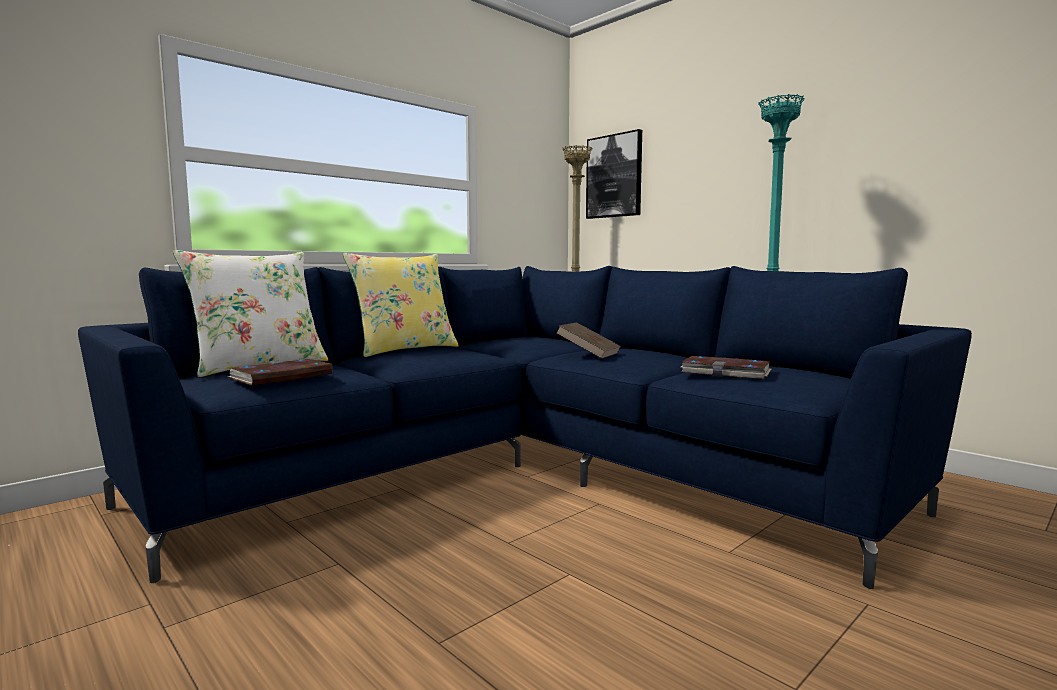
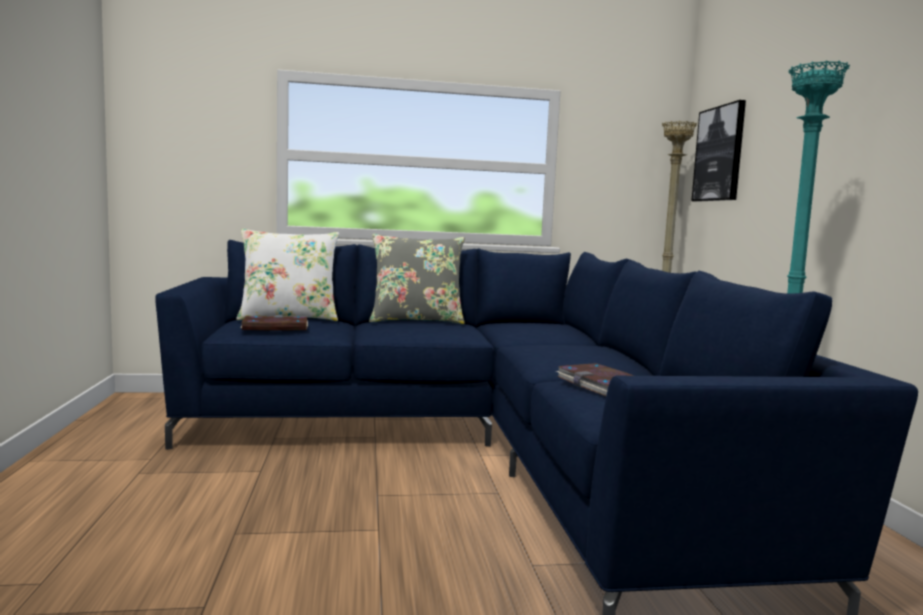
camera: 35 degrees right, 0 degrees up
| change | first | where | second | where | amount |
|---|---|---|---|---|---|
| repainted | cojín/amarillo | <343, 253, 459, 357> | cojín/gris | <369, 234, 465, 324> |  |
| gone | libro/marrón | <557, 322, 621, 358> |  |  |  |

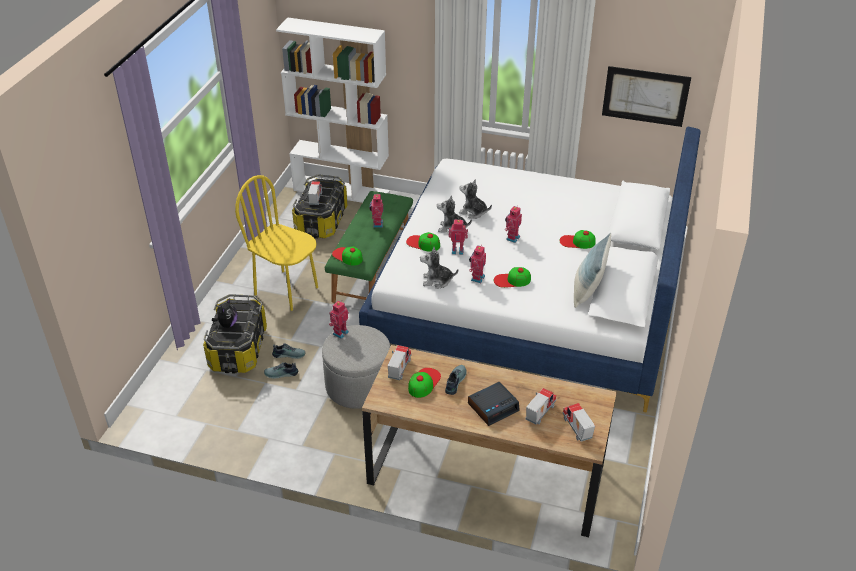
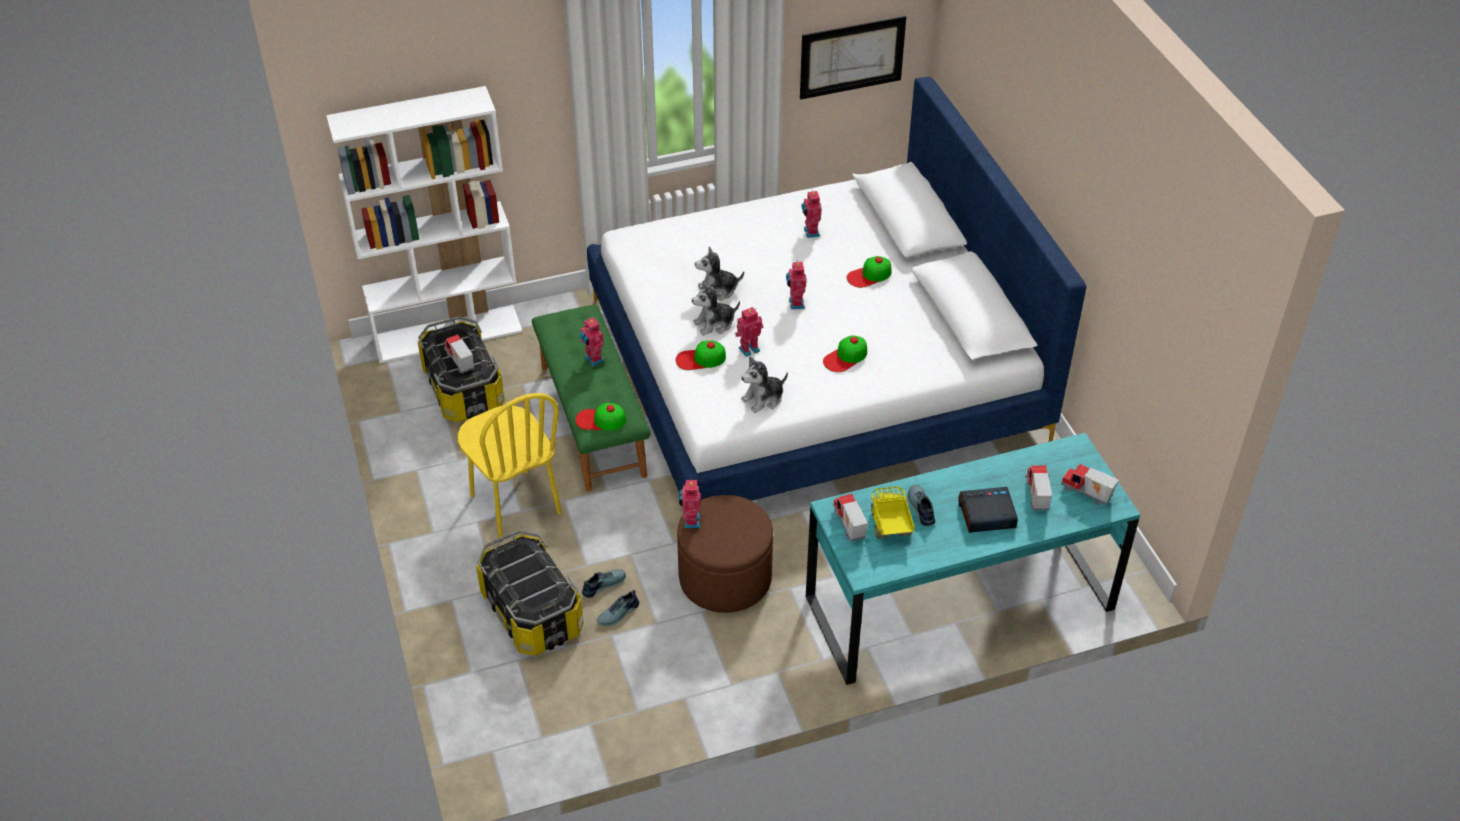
camera: 35 degrees left, 5 degrees up
| change | first | where | second | where | amount |
|---|---|---|---|---|---|
| rotated | silla/amarillo | <235, 175, 318, 311> |  | <458, 393, 562, 538> | 120 degrees counterclockwise |
| repainted | puf/gris | <322, 325, 390, 409> | puf/marrón | <677, 495, 773, 613> |  |
| shifted | robot de juguete | <469, 245, 486, 283> |  | <801, 189, 822, 238> |  |
| repainted | escritorio/marrón | <362, 345, 617, 537> | escritorio/turquesa | <806, 433, 1141, 685> |  |
| swapped | gorra | <408, 368, 441, 398> | camión de juguete | <871, 486, 914, 539> |  |
| rotated | despertador | <468, 382, 520, 426> |  | <958, 487, 1018, 533> | 120 degrees counterclockwise |
| gone | peluche | <212, 299, 238, 328> |  |  |  |
| gone | cojín | <574, 233, 611, 308> |  |  |  |

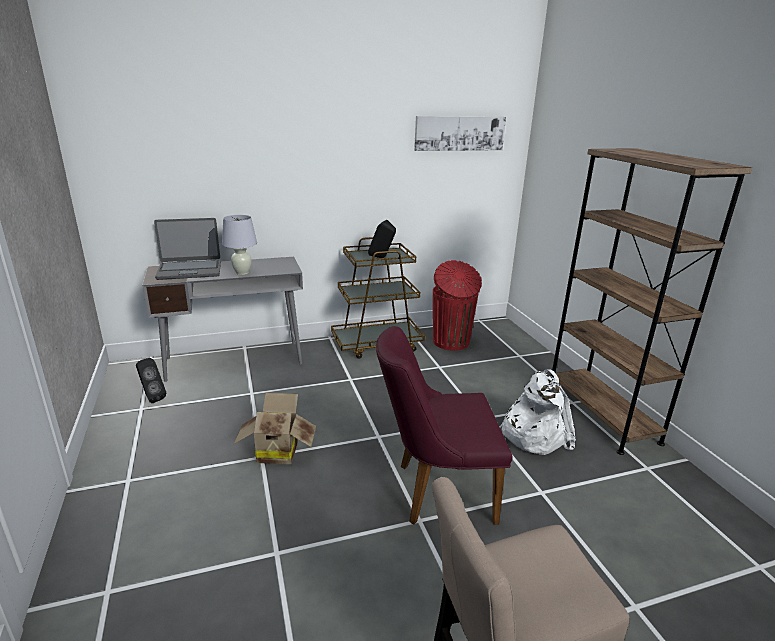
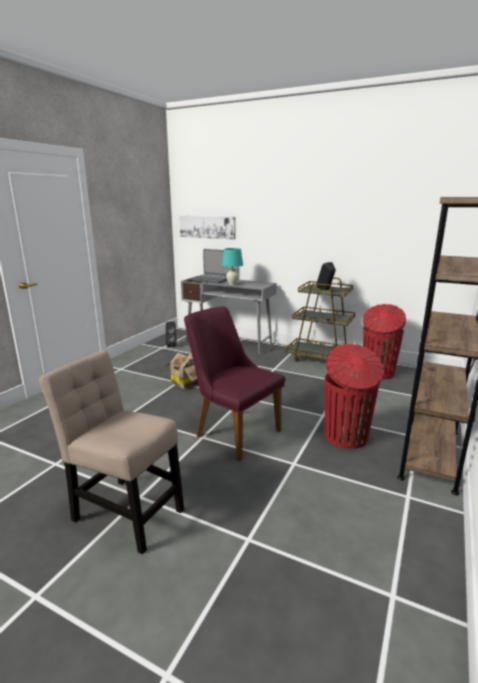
camera: 45 degrees right, 5 degrees down
| change | first | where | second | where | amount |
|---|---|---|---|---|---|
| shifted | cuadro | <414, 116, 506, 151> |  | <179, 216, 235, 239> |  |
| repainted | lámpara de mesa/blanco | <222, 215, 257, 275> | lámpara de mesa/turquesa | <222, 248, 243, 285> |  |
| swapped | mochila/blanco | <499, 369, 576, 455> | papelera/rojo | <325, 344, 384, 449> |  |

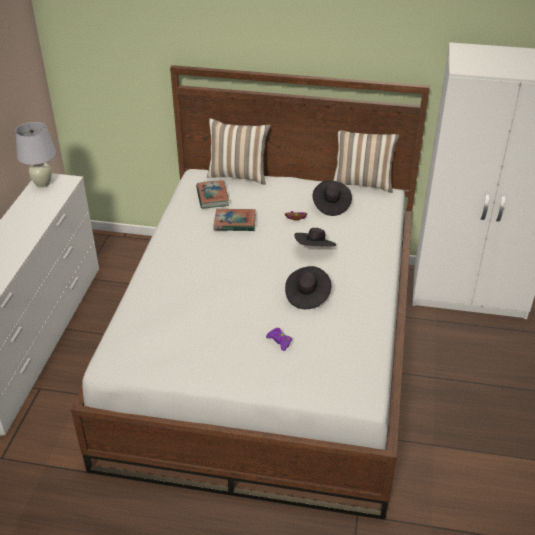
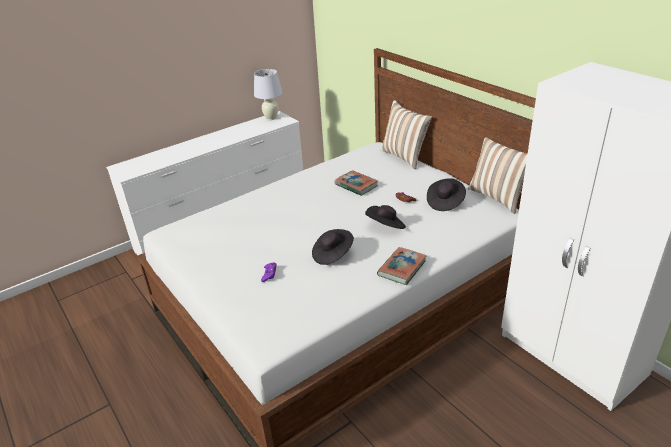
camera: 45 degrees right, 5 degrees down
| change | first | where | second | where | amount |
|---|---|---|---|---|---|
| shifted | libro | <196, 180, 229, 209> |  | <377, 247, 427, 285> |  |

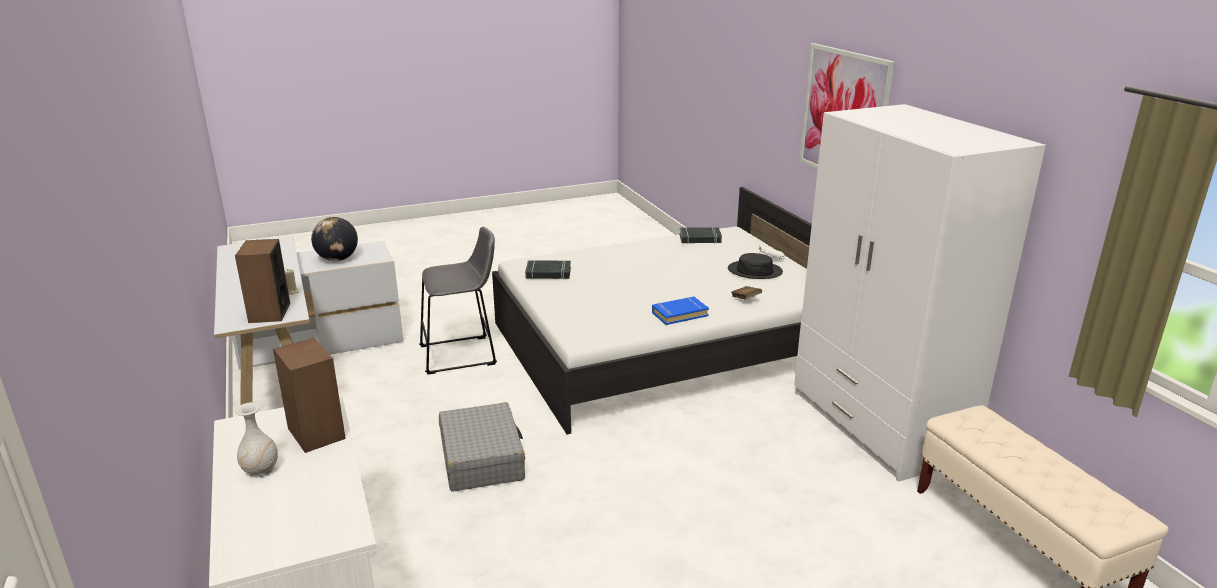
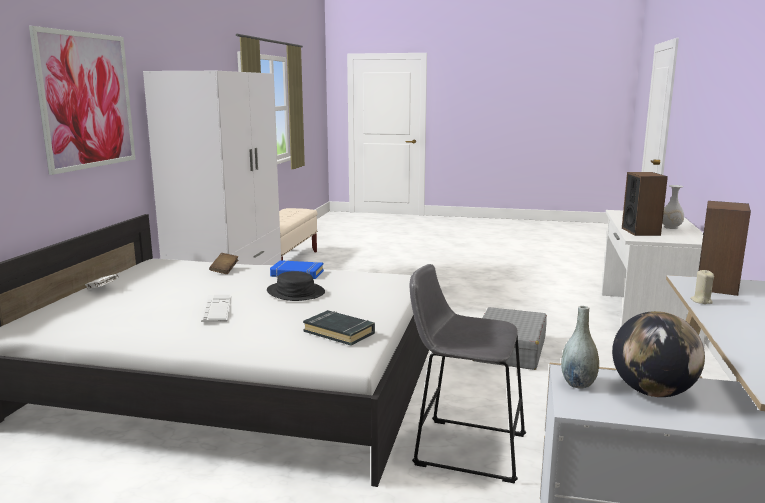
camera: 145 degrees left, 10 degrees down
| change | first | where | second | where | amount |
|---|---|---|---|---|---|
| new |  |  | teclado | <201, 295, 231, 322> |  |
| shifted | sombrero/negro | <728, 253, 783, 279> |  | <267, 271, 325, 301> |  |
| new |  |  | florero/gris | <561, 306, 599, 389> |  |
| gone | libro/negro | <680, 227, 722, 244> |  |  |  |

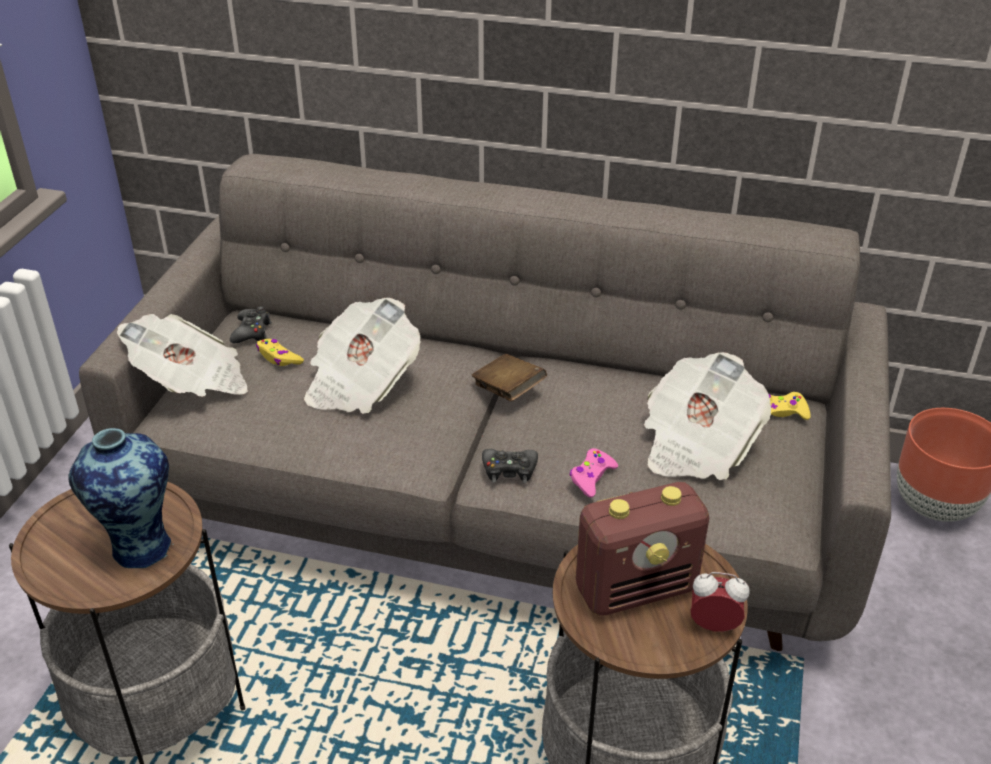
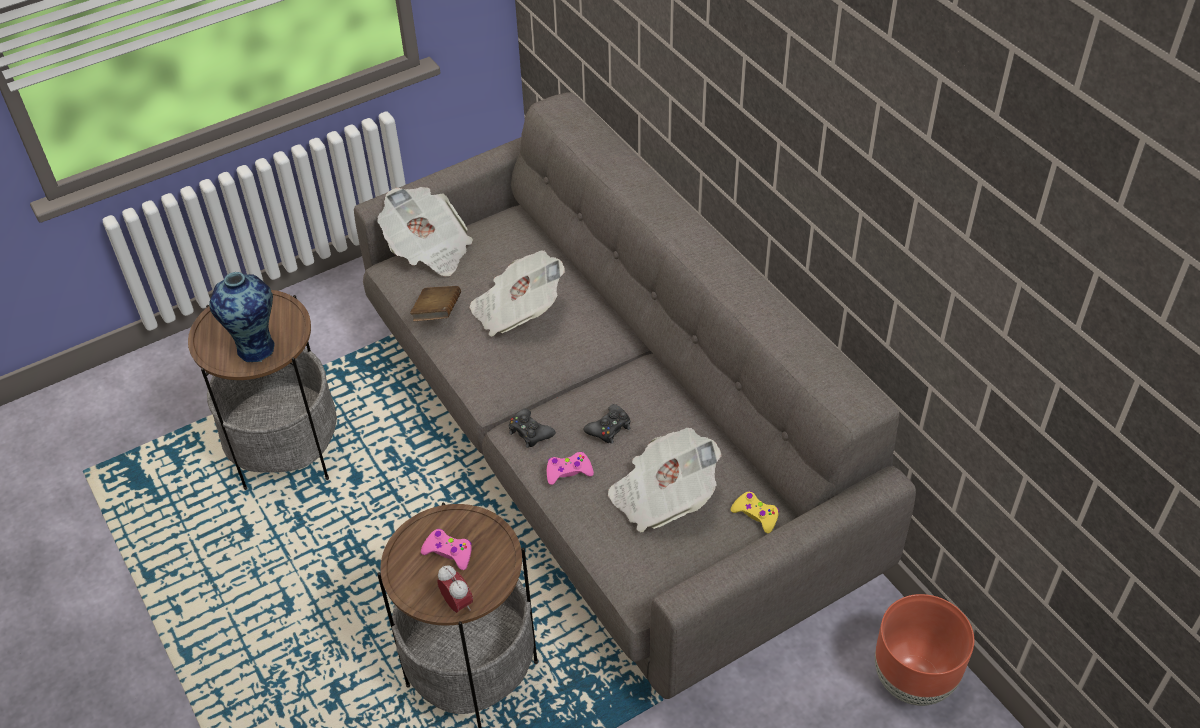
camera: 45 degrees right, 10 degrees up
| change | first | where | second | where | amount |
|---|---|---|---|---|---|
| shifted | libro/marrón | <471, 354, 547, 401> |  | <410, 286, 461, 321> |  |
| swapped | radio | <576, 482, 709, 615> | mando de consola/rosa | <421, 529, 472, 570> |  |
| shifted | mando de consola/negro | <230, 306, 272, 343> |  | <583, 404, 630, 444> |  |
| gone | mando de consola/amarillo | <256, 339, 304, 366> |  |  |  |

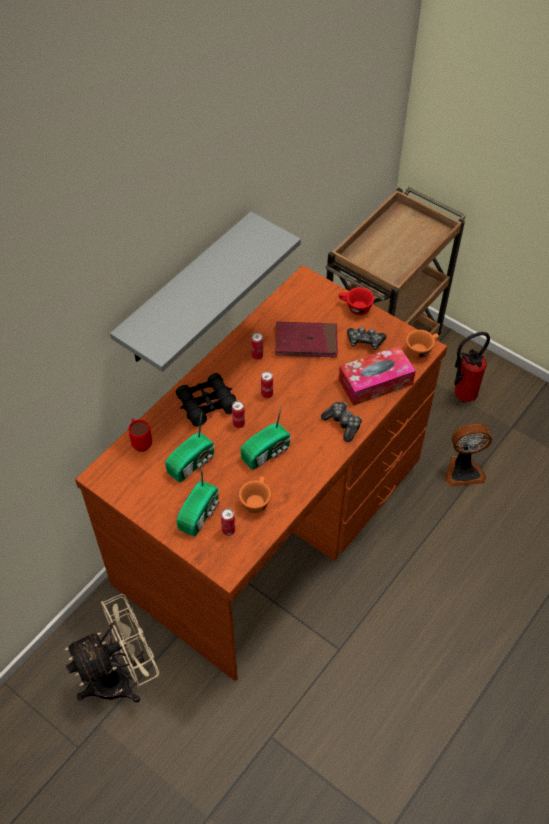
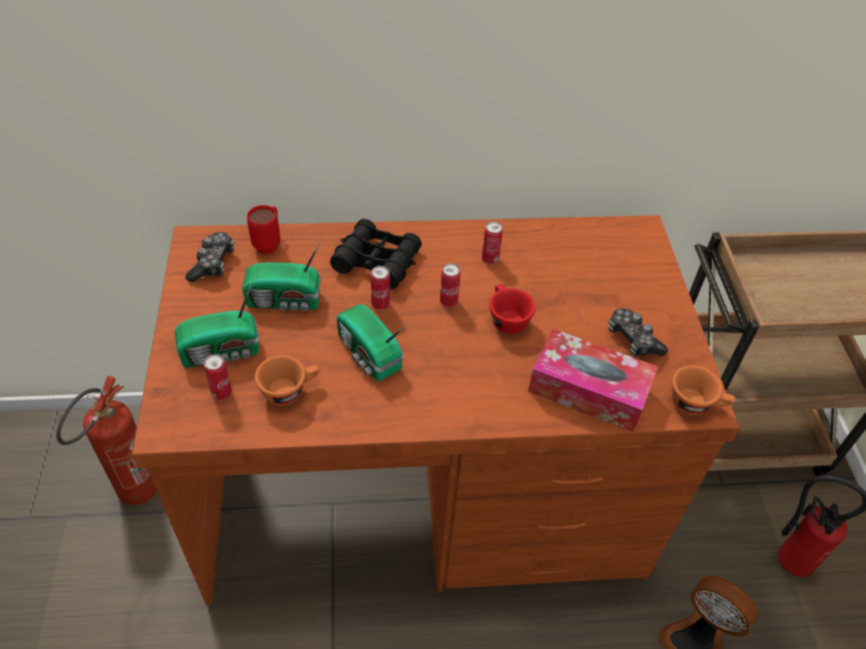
camera: 45 degrees right, 5 degrees down
| change | first | where | second | where | amount |
|---|---|---|---|---|---|
| swapped | ventilador/beis | <65, 594, 159, 703> | extintor | <56, 376, 157, 505> |  |
| shifted | mando de consola | <321, 402, 362, 442> |  | <185, 232, 234, 282> |  |
| rotated | radio | <240, 404, 291, 470> |  | <337, 304, 407, 381> | 45 degrees clockwise |
| shifted | taza/rojo | <339, 287, 374, 315> |  | <489, 284, 536, 334> |  |
| gone | estante/gris | <110, 212, 301, 372> |  |  |  |
| gone | libro/rojo | <275, 321, 338, 358> |  |  |  |

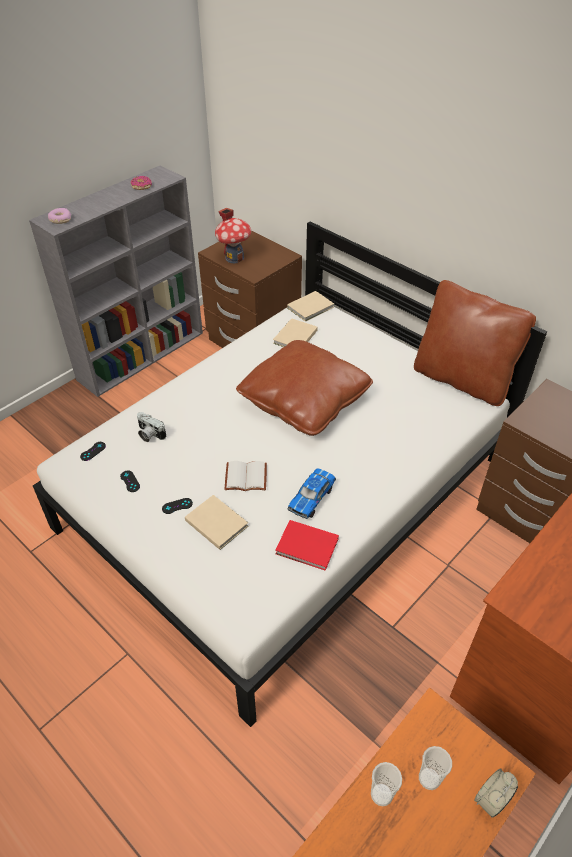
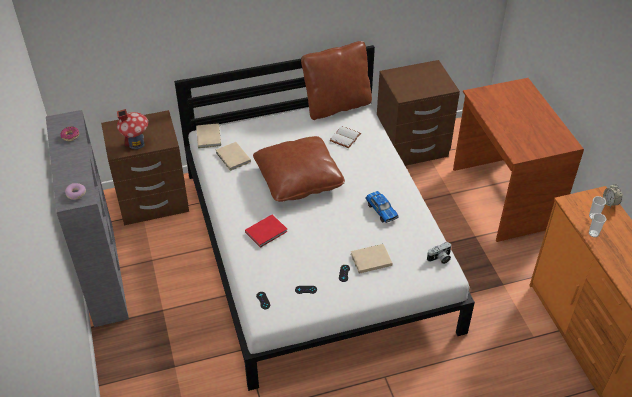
camera: 60 degrees left, 0 degrees up
| change | first | where | second | where | amount |
|---|---|---|---|---|---|
| shifted | libro/rojo | <275, 520, 339, 571> |  | <245, 214, 288, 248> |  |
| shifted | libro/blanco | <224, 461, 267, 491> |  | <329, 126, 361, 148> |  |
| shifted | cámara | <137, 412, 166, 442> |  | <427, 242, 451, 264> |  |

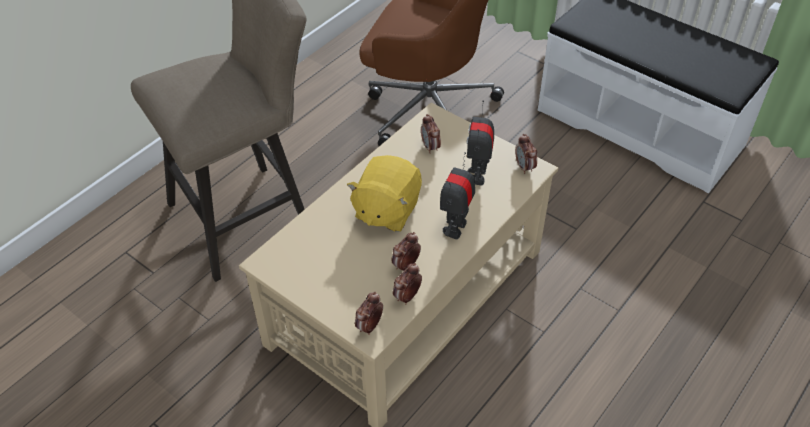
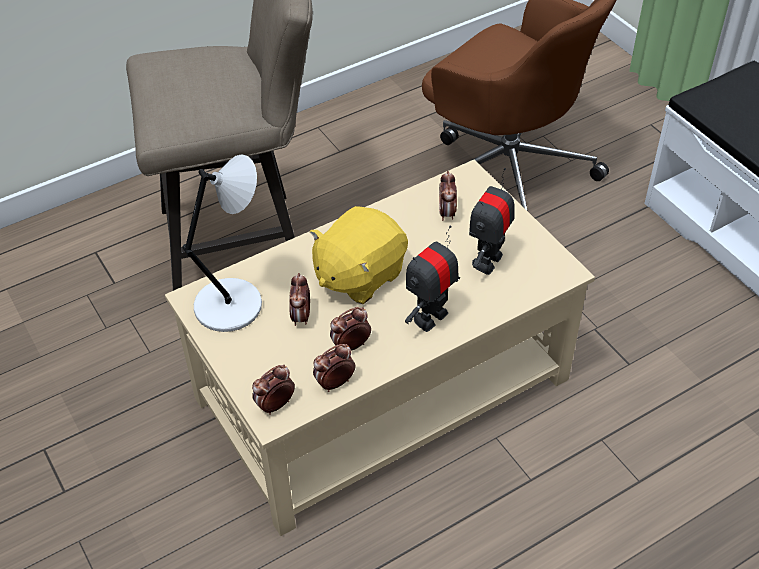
camera: 20 degrees right, 0 degrees up
| change | first | where | second | where | amount |
|---|---|---|---|---|---|
| new |  |  | lámpara de mesa/gris | <182, 154, 262, 332> |  |
| shifted | despertador | <515, 134, 537, 174> |  | <289, 273, 310, 326> |  |

